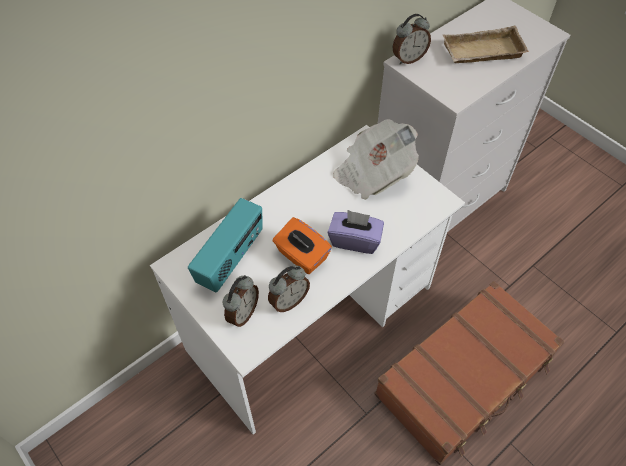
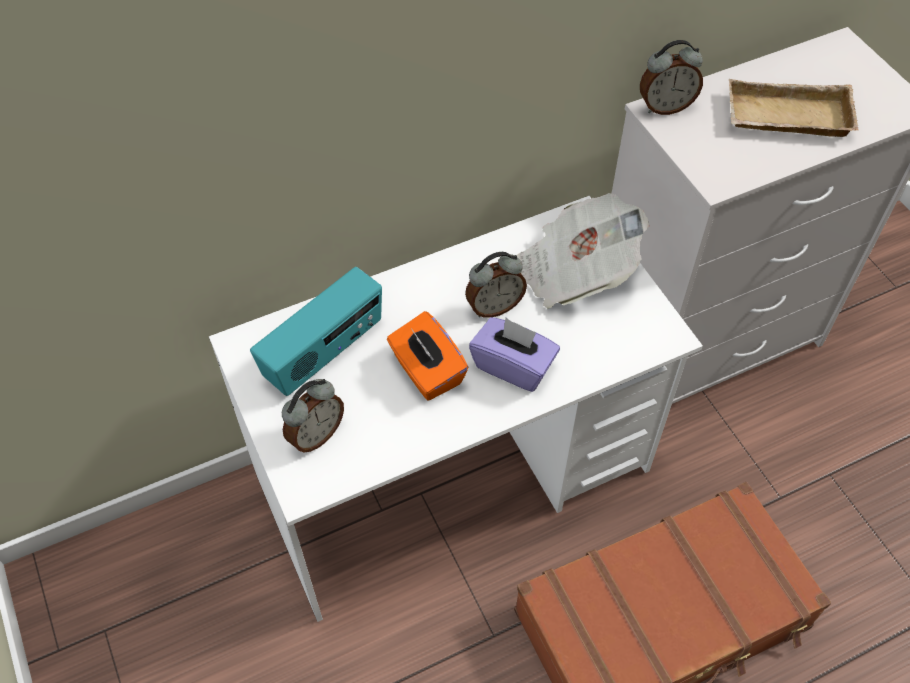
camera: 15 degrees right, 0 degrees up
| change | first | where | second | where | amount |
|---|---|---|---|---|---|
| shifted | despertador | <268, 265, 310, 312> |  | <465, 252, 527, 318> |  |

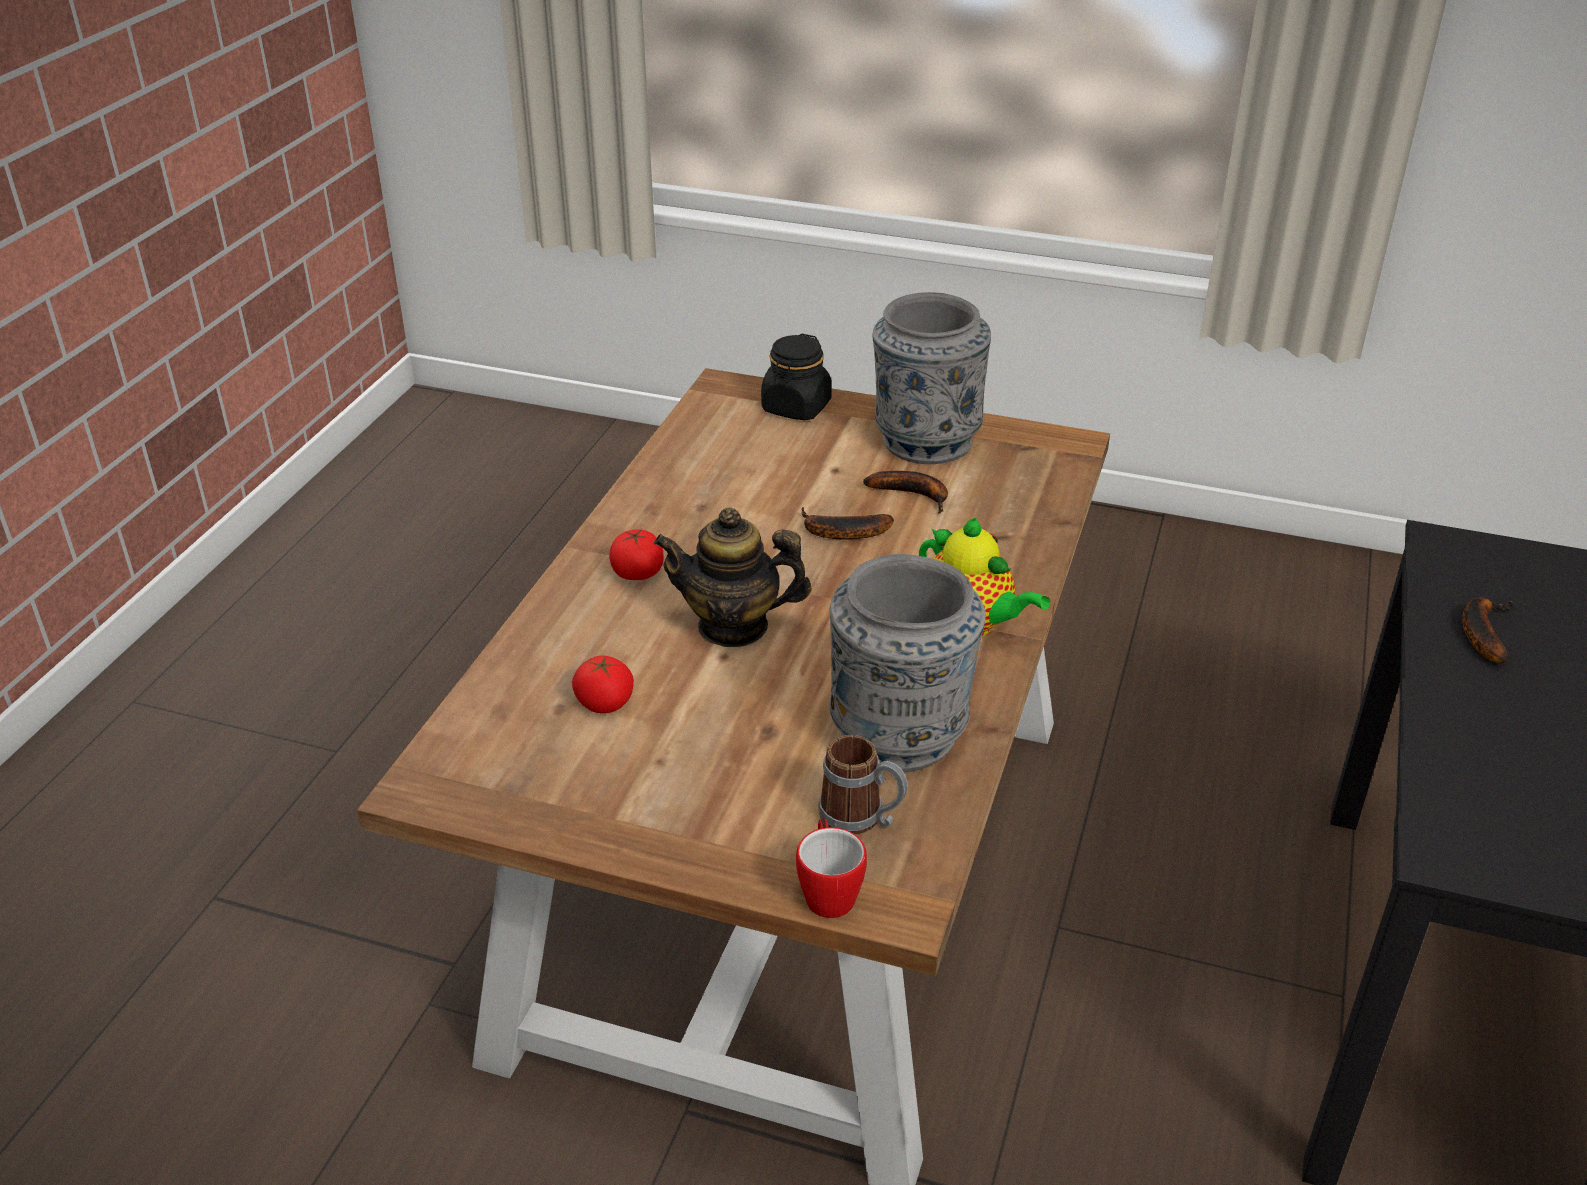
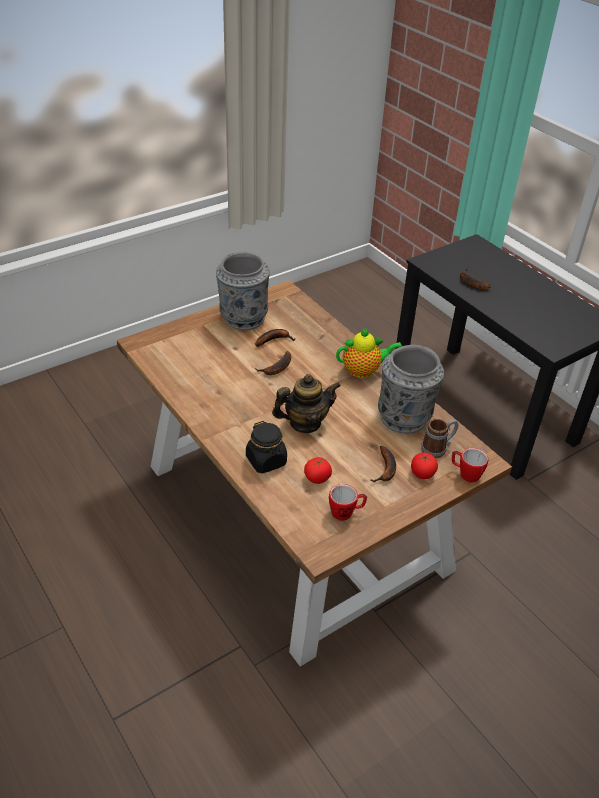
camera: 55 degrees left, 5 degrees up
| change | first | where | second | where | amount |
|---|---|---|---|---|---|
| shifted | tarro/negro | <761, 334, 832, 420> |  | <246, 421, 287, 473> |  |
| rotated | tetera | <654, 508, 812, 647> |  | <272, 374, 341, 433> | 150 degrees counterclockwise |
| new |  |  | taza grande | <329, 484, 367, 521> |  |
| new |  |  | plátano | <371, 446, 396, 482> |  |
| shifted | tomate | <609, 528, 664, 580> |  | <411, 452, 438, 479> |  |

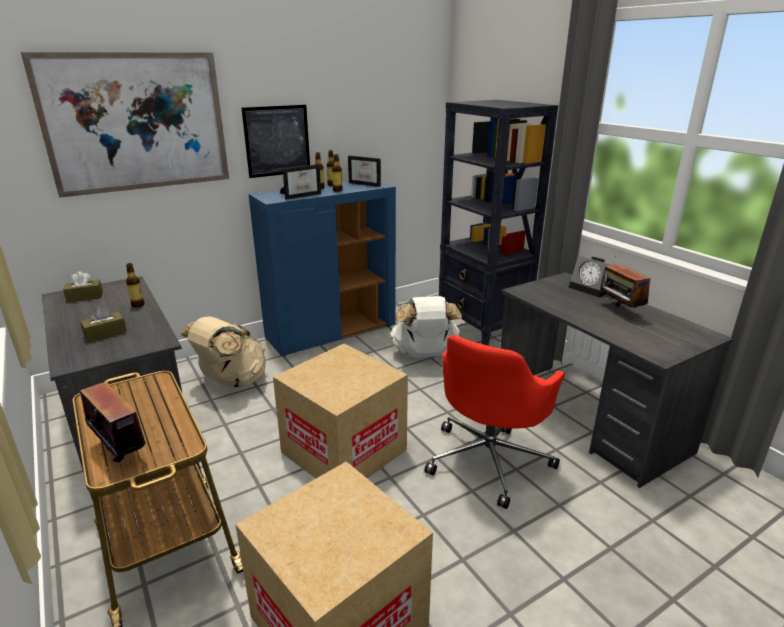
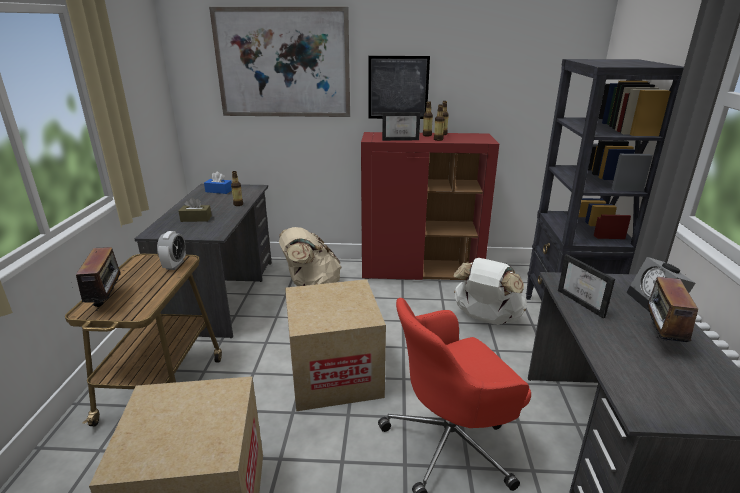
camera: 35 degrees right, 0 degrees up
| change | first | where | second | where | amount |
|---|---|---|---|---|---|
| new |  |  | despertador | <157, 231, 186, 270> |  |
| repainted | caja de pañuelos/marrón | <63, 271, 103, 302> | caja de pañuelos/azul | <204, 172, 232, 194> |  |
| repainted | armario/azul | <249, 181, 396, 356> | armario/rojo | <361, 132, 499, 280> |  |
| shifted | portarretratos | <348, 156, 381, 187> |  | <558, 254, 615, 318> |  |

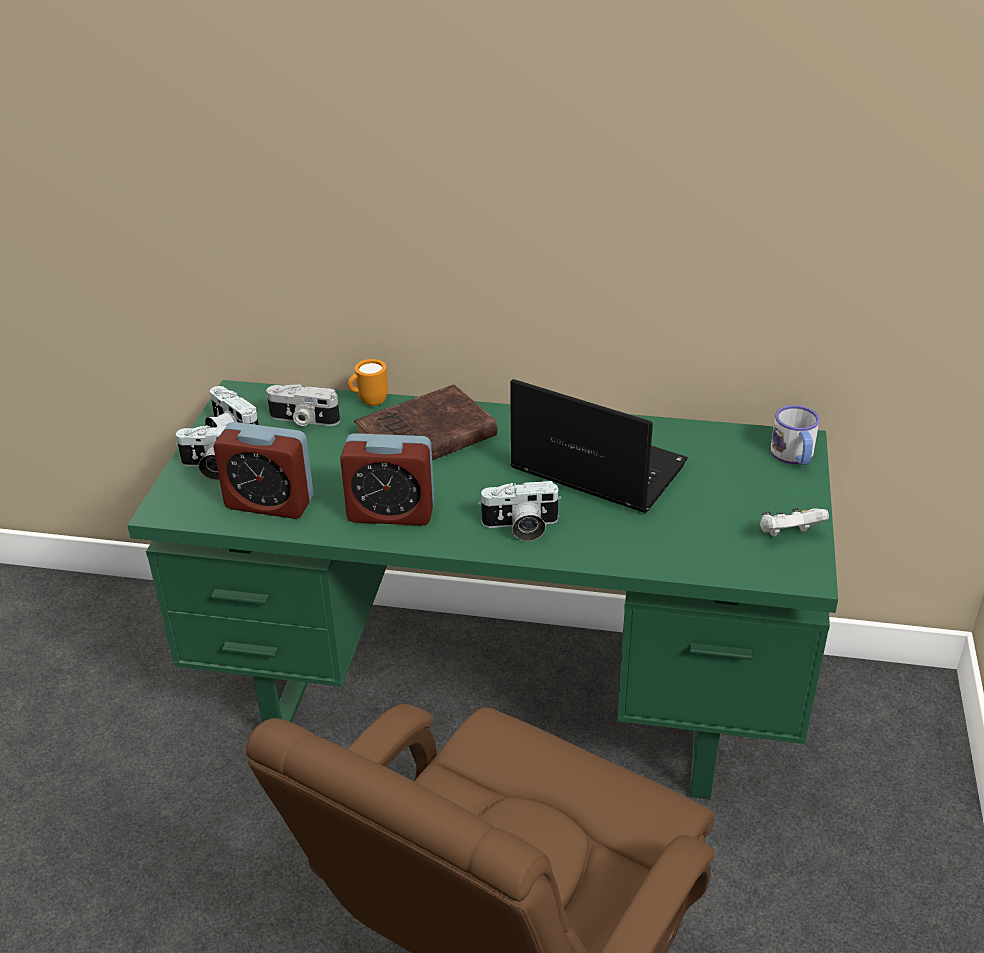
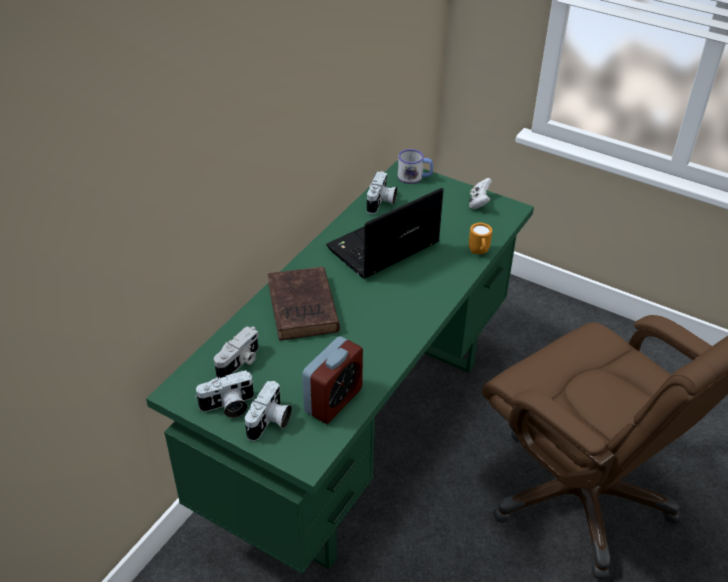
camera: 70 degrees left, 5 degrees up
| change | first | where | second | where | amount |
|---|---|---|---|---|---|
| shifted | cámara | <478, 481, 561, 541> |  | <367, 171, 397, 214> |  |
| shifted | taza grande/naranja | <348, 359, 388, 406> |  | <469, 223, 492, 254> |  |
| gone | despertador | <340, 433, 434, 526> |  |  |  |

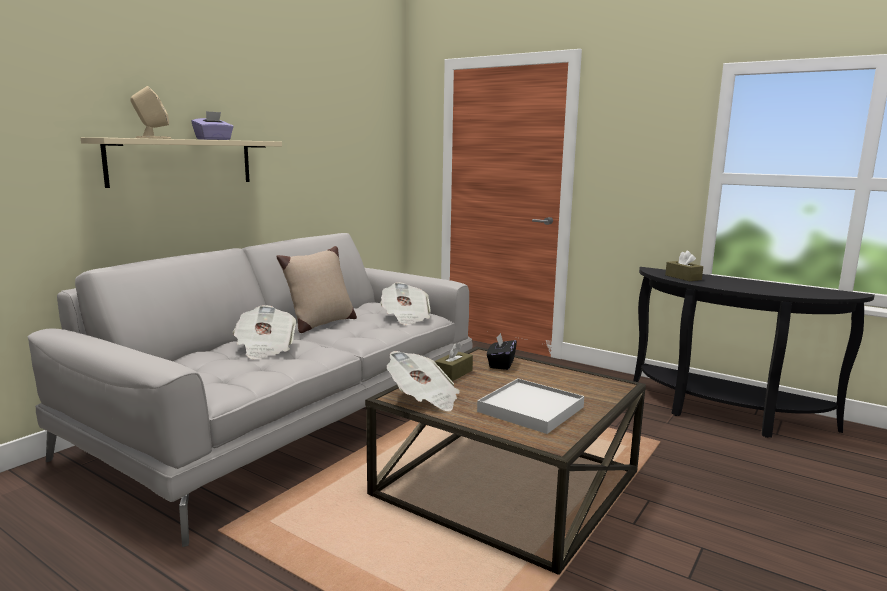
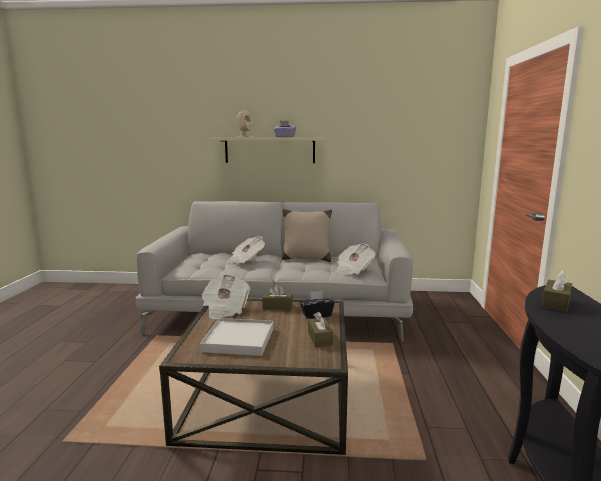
camera: 60 degrees right, 0 degrees up
| change | first | where | second | where | amount |
|---|---|---|---|---|---|
| new |  |  | caja de pañuelos/marrón | <308, 311, 334, 347> |  |

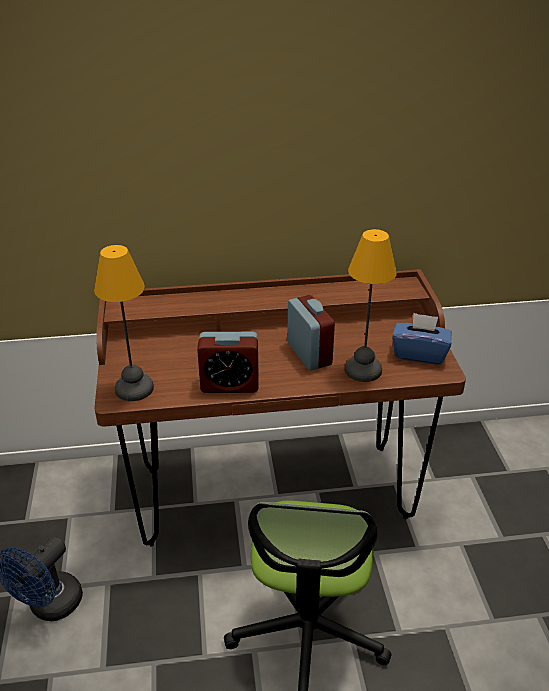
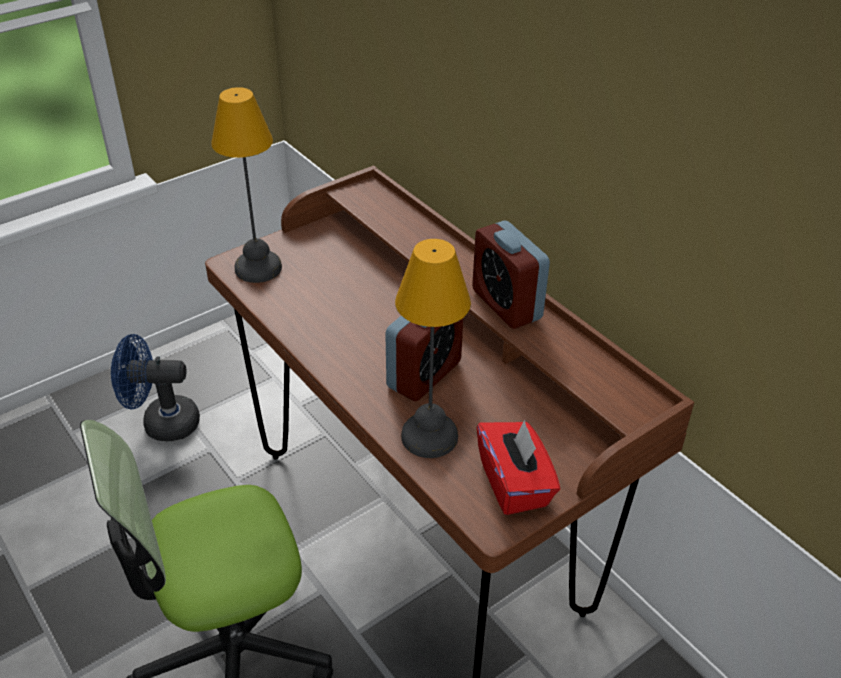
camera: 60 degrees right, 5 degrees up
| change | first | where | second | where | amount |
|---|---|---|---|---|---|
| shifted | despertador | <197, 332, 259, 393> |  | <472, 221, 550, 329> |  |
| repainted | caja de pañuelos/azul | <392, 313, 452, 365> | caja de pañuelos/rojo | <477, 419, 560, 515> |  |

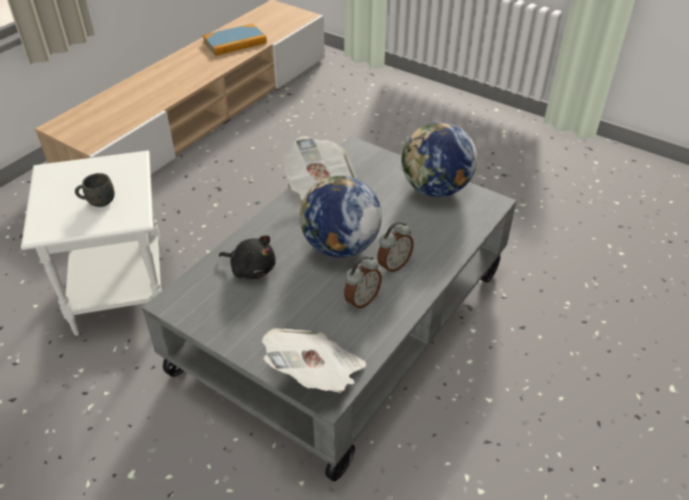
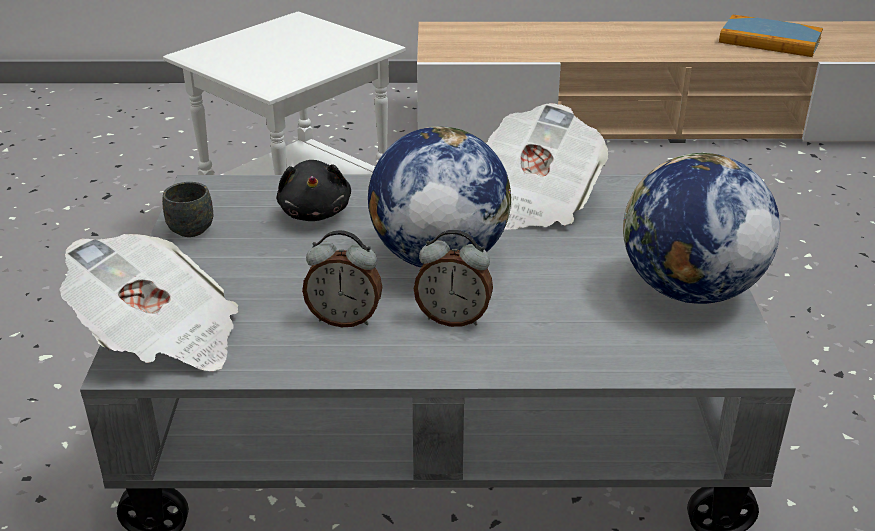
camera: 55 degrees right, 10 degrees down
| change | first | where | second | where | amount |
|---|---|---|---|---|---|
| shifted | taza grande/gris | <75, 173, 115, 207> |  | <162, 182, 214, 237> |  |

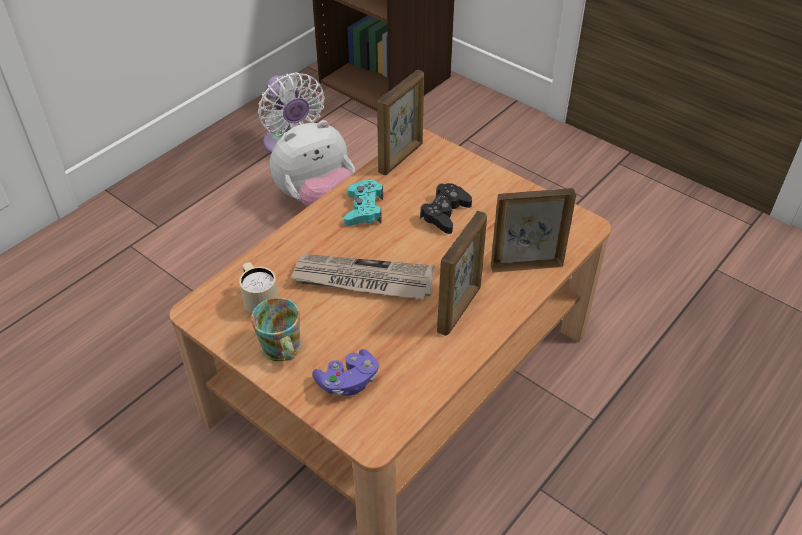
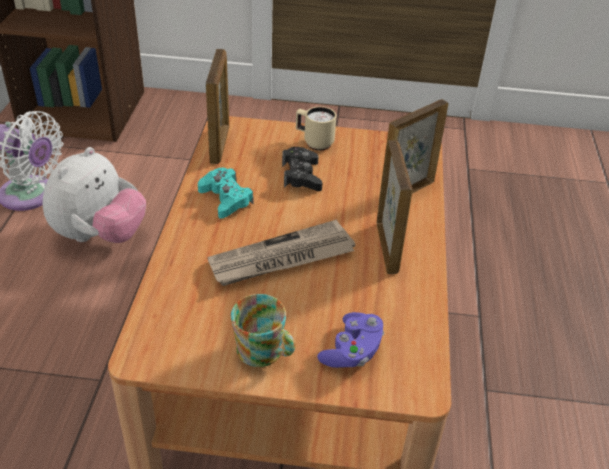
camera: 35 degrees left, 5 degrees down
| change | first | where | second | where | amount |
|---|---|---|---|---|---|
| shifted | taza grande/beis | <239, 262, 279, 314> |  | <296, 106, 336, 151> |  |

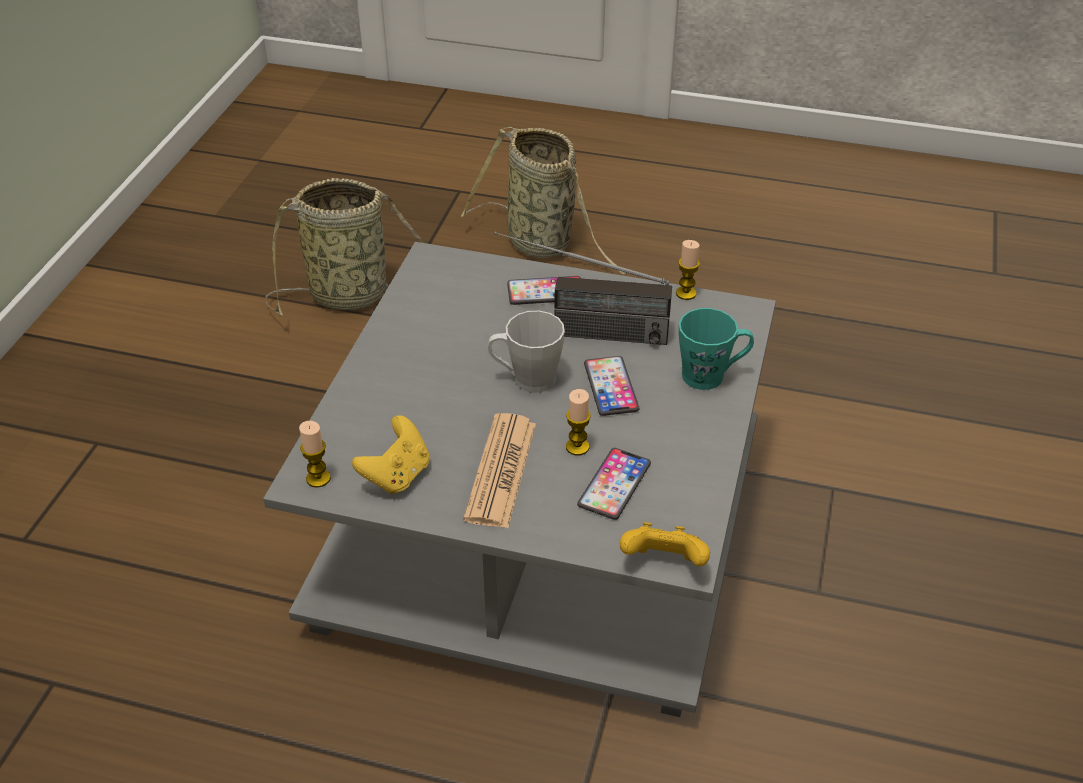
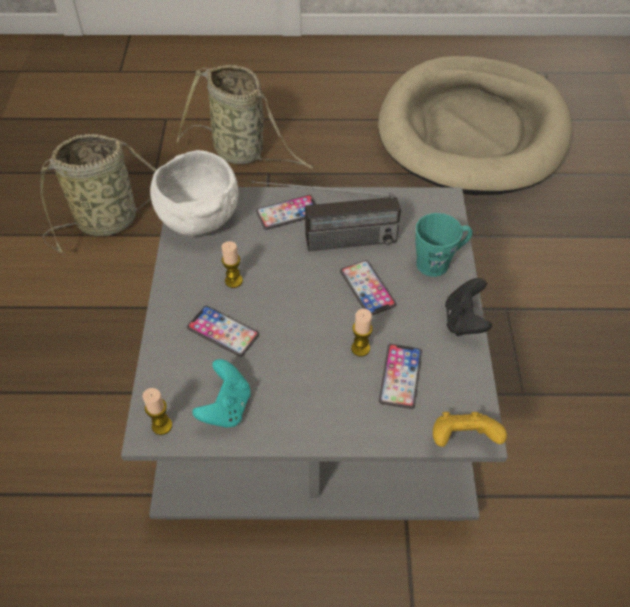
camera: 15 degrees left, 10 degrees up
| change | first | where | second | where | amount |
|---|---|---|---|---|---|
| new |  |  | cuenco/blanco | <150, 150, 239, 236> |  |
| new |  |  | móvil | <187, 305, 259, 357> |  |
| repainted | mando de consola/amarillo | <352, 415, 429, 495> | mando de consola/turquesa | <192, 359, 251, 428> |  |
| shifted | vela | <676, 240, 700, 300> |  | <221, 241, 243, 288> |  |
| new |  |  | cama para perro/beis | <378, 56, 572, 195> |  |
| new |  |  | mando de consola/negro | <445, 278, 492, 336> |  |
| gone | periódico | <463, 413, 536, 528> |  |  |  |
| gone | taza grande/gris | <488, 311, 565, 393> |  |  |  |

